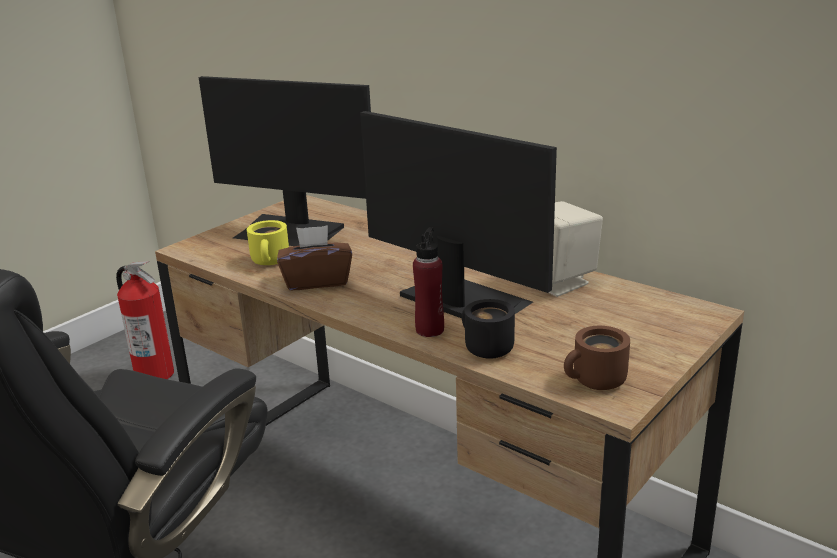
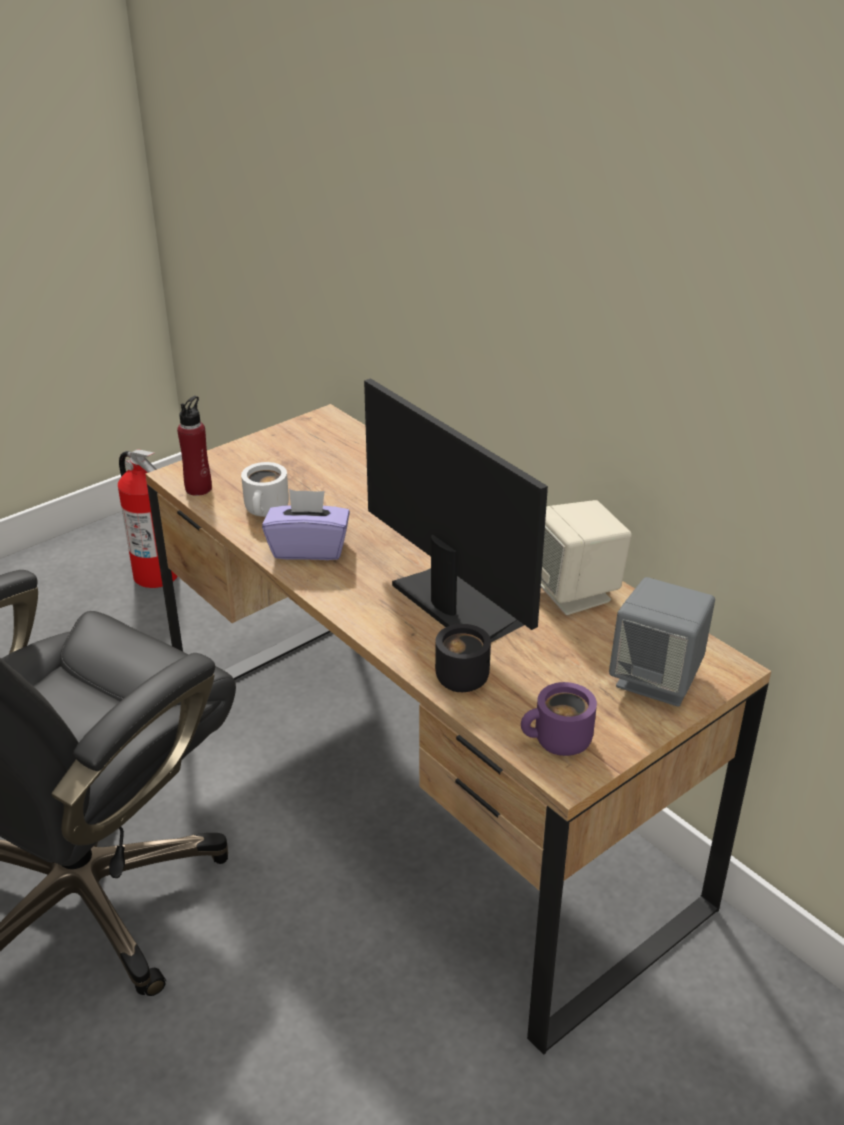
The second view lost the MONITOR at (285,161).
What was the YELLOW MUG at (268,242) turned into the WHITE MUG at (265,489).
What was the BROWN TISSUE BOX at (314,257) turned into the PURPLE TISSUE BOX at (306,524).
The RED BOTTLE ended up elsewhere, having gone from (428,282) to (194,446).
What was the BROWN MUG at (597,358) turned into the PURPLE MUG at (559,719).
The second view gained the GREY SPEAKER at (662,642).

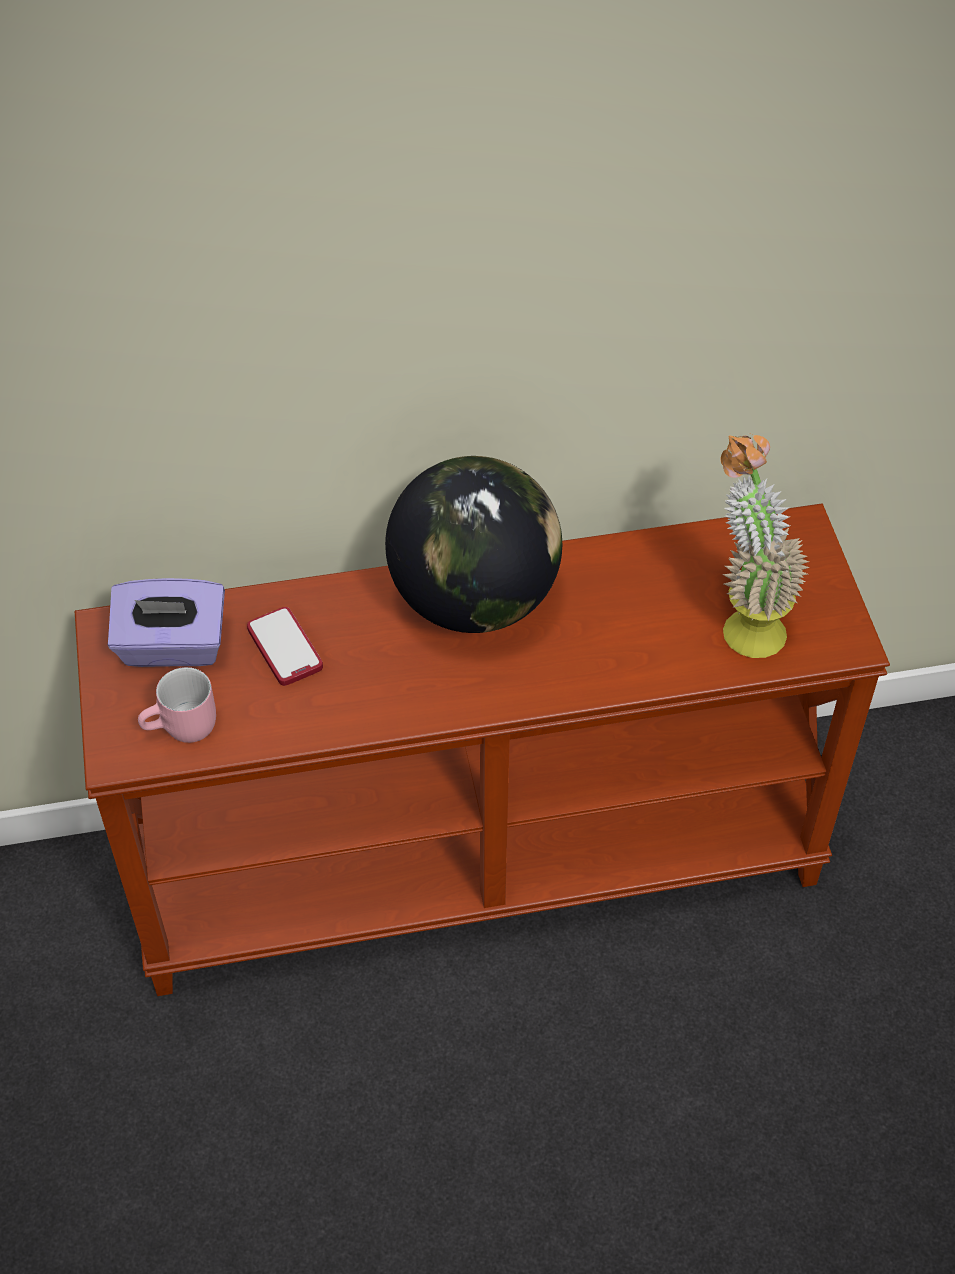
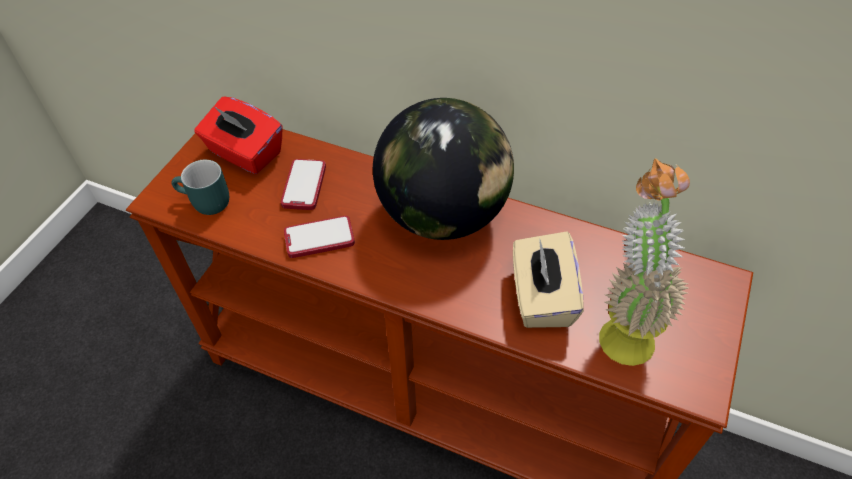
What was the PURPLE TISSUE BOX at (166,622) turned into the RED TISSUE BOX at (239,135).
What was the PINK MUG at (177,705) turned into the TURQUOISE MUG at (200,187).
The second view gained the PHONE at (319,237).
The second view gained the BEIGE TISSUE BOX at (548,279).

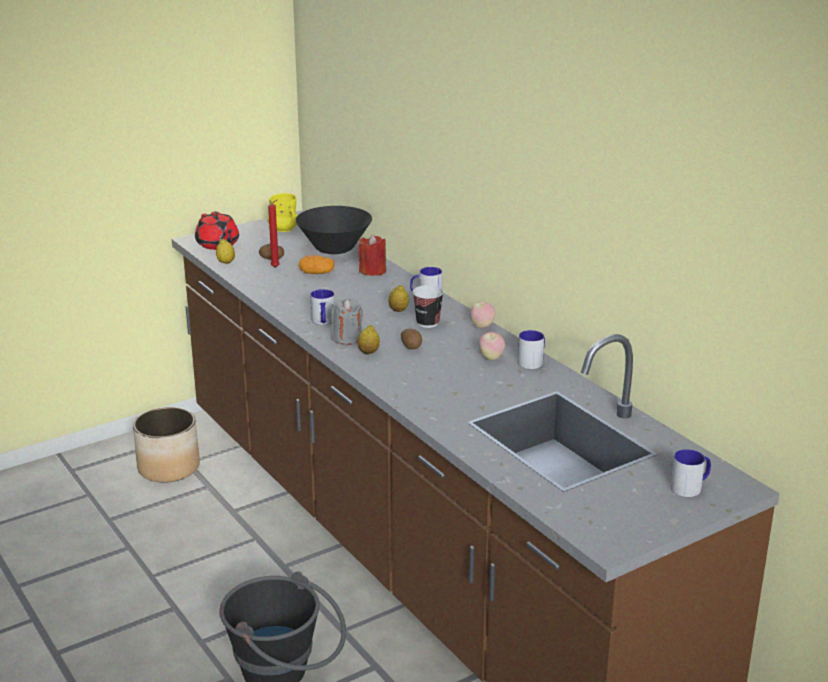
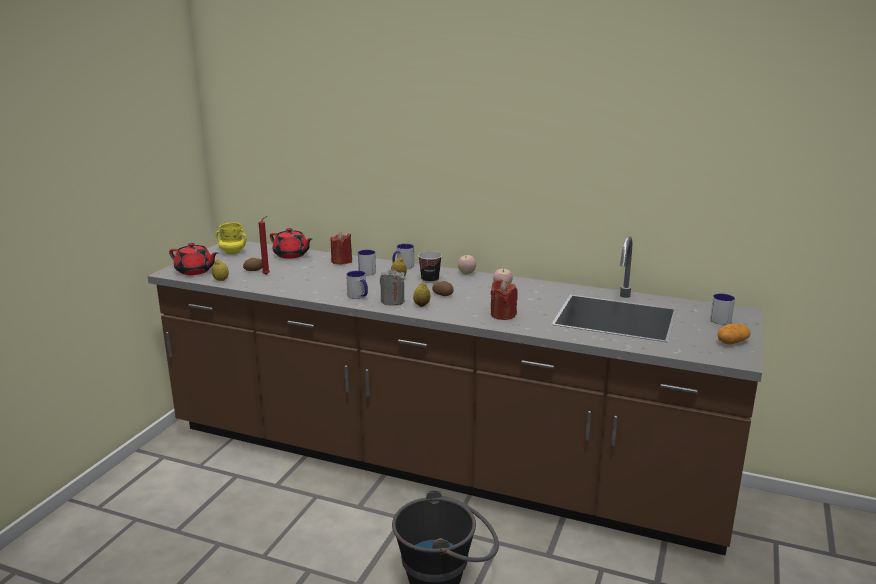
The second view lost the PLANTER at (166,445).
Where the BLACK BOWL stood at (333,230), the RED TEAPOT came to stand at (291,243).
The POTATO ended up elsewhere, having gone from (316,264) to (733,334).
The MUG ended up elsewhere, having gone from (531,349) to (367,263).
The second view gained the RED CANDLE at (504,300).

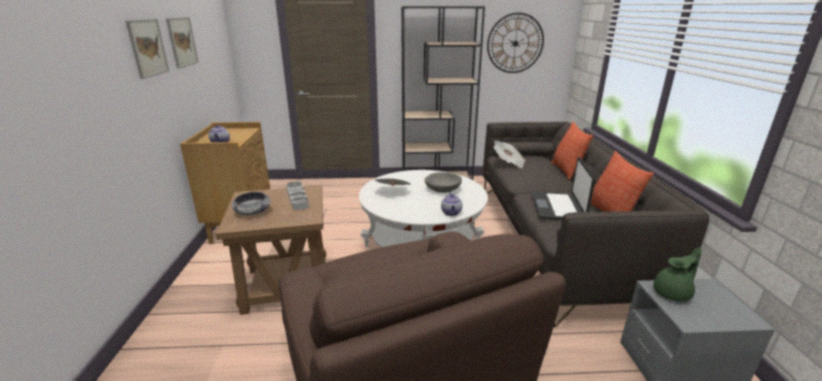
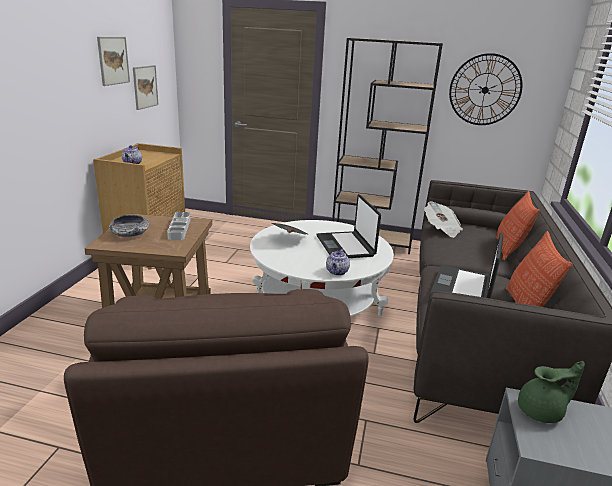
The PICTURE ended up elsewhere, having gone from (147,49) to (146,87).
Where the GREY BOWL stood at (443,182), the LAPTOP came to stand at (348,226).

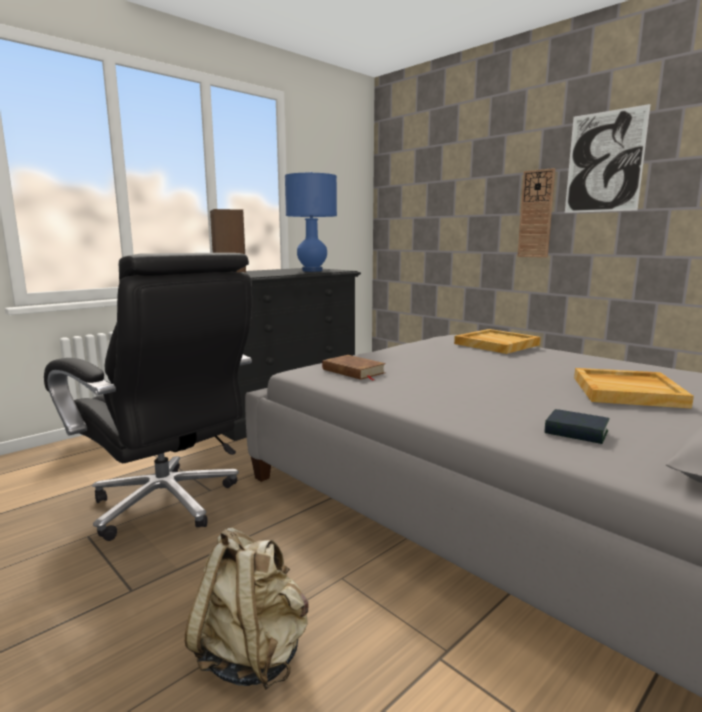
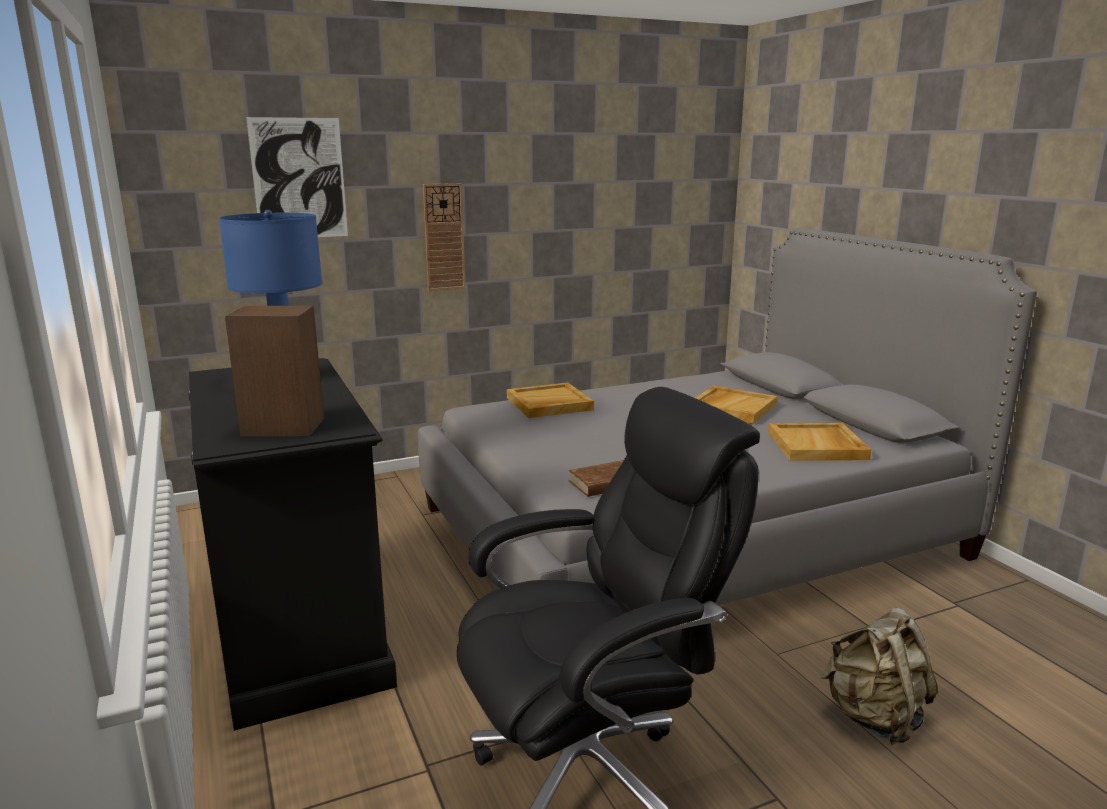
Where the BOOK stood at (577,426), the BEIGE TRAY came to stand at (819,442).
The PICTURE ended up elsewhere, having gone from (608,158) to (297,177).

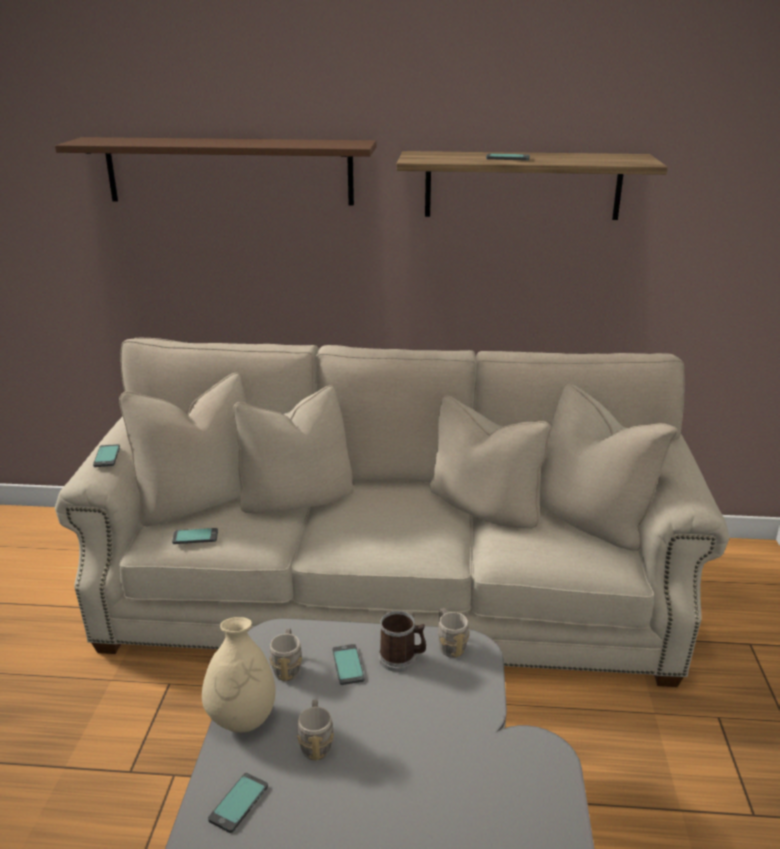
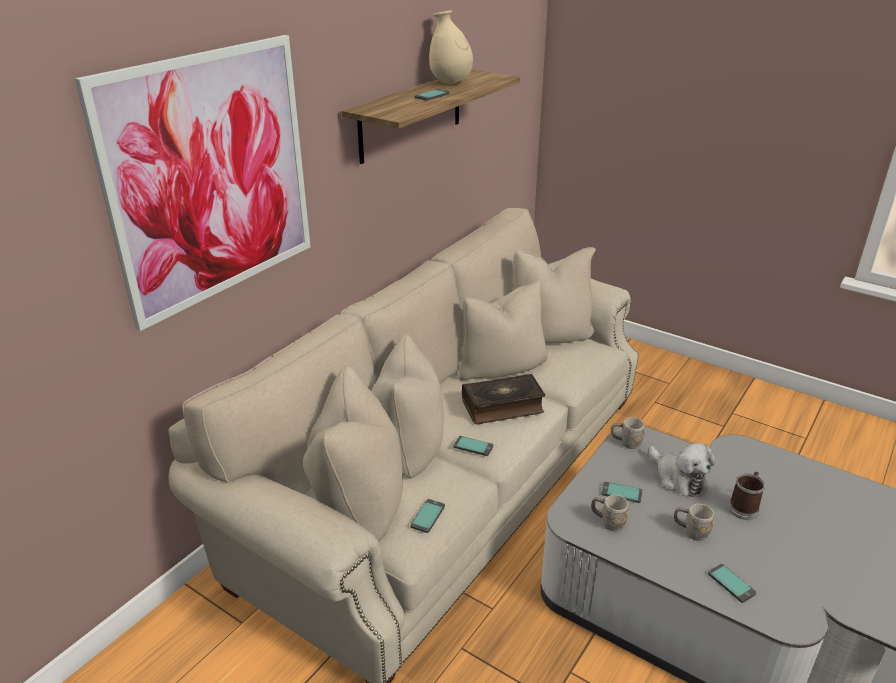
Where the BROWN SHELF hung at (216,171), the PICTURE came to hang at (192,183).
The PHONE ended up elsewhere, having gone from (106,455) to (473,446).
The BEIGE VASE ended up elsewhere, having gone from (239,675) to (451,47).
The MUG ended up elsewhere, having gone from (402,641) to (746,496).
The second view gained the BOOK at (503,399).
The second view gained the PLUSH TOY at (682,470).

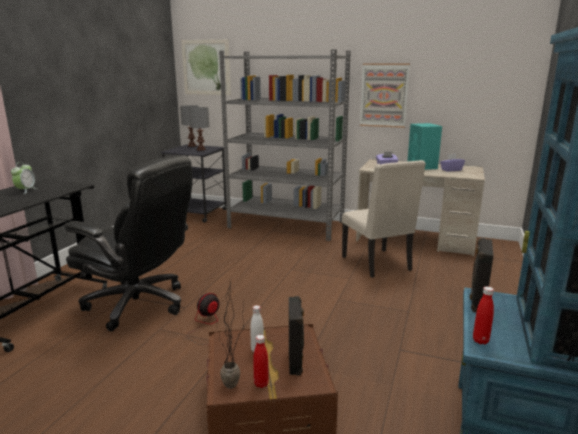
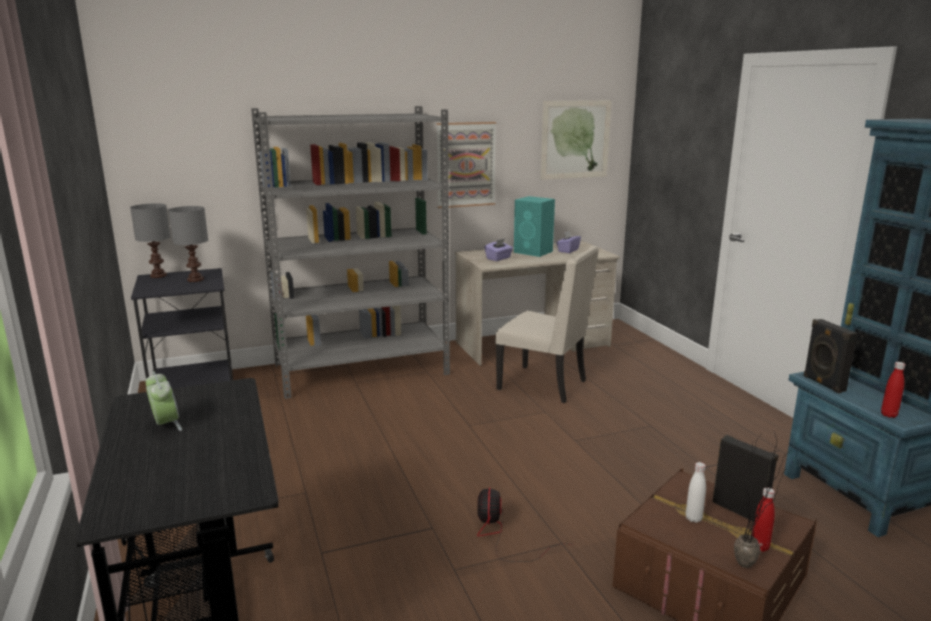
The second view lost the BLACK OFFICE CHAIR at (128,243).
The PICTURE ended up elsewhere, having gone from (206,67) to (576,140).

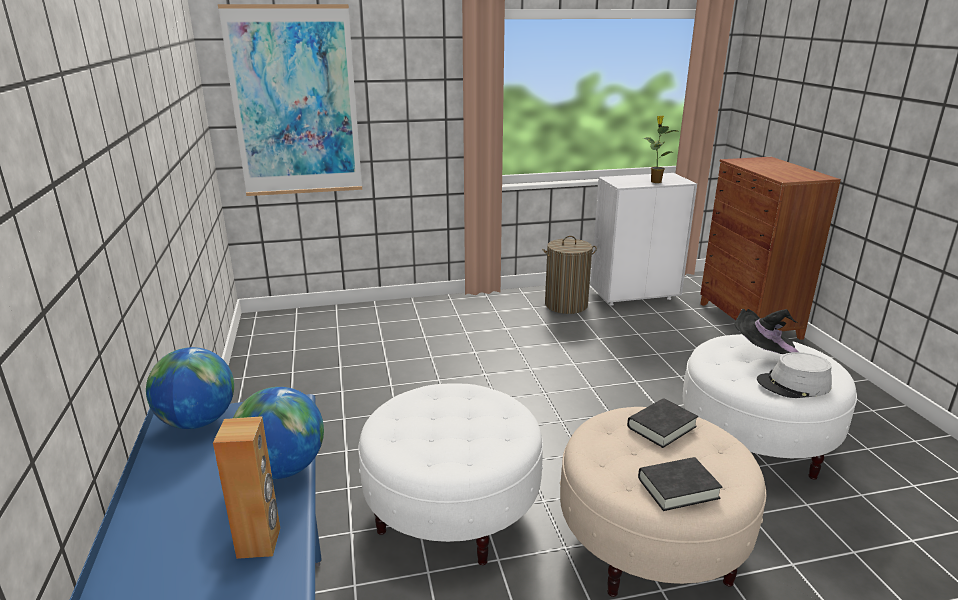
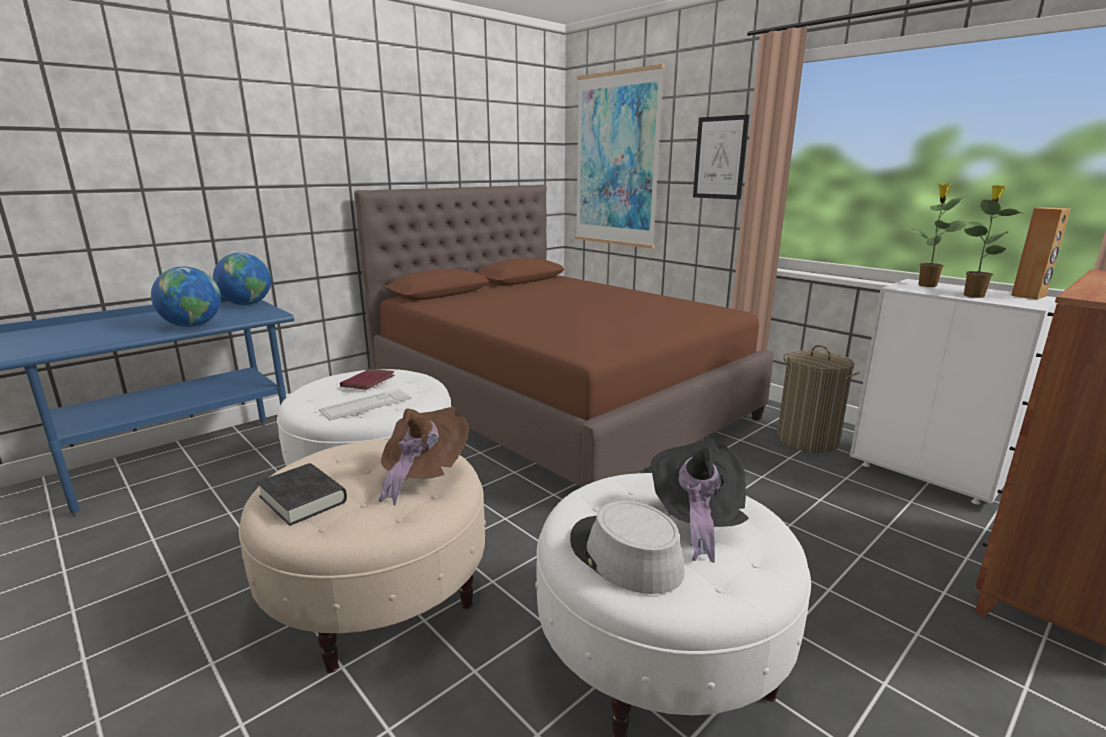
The BROWN SPEAKER ended up elsewhere, having gone from (246,487) to (1041,253).
Where the BLACK BOOK stood at (662,423), the BROWN HAT came to stand at (424,456).
The second view gained the KEYBOARD at (365,404).
The second view gained the RED BOOK at (367,379).
The second view gained the BROWN BED at (564,336).
The second view gained the PICTURE at (721,157).
The second view gained the POTTED PLANT at (936,235).

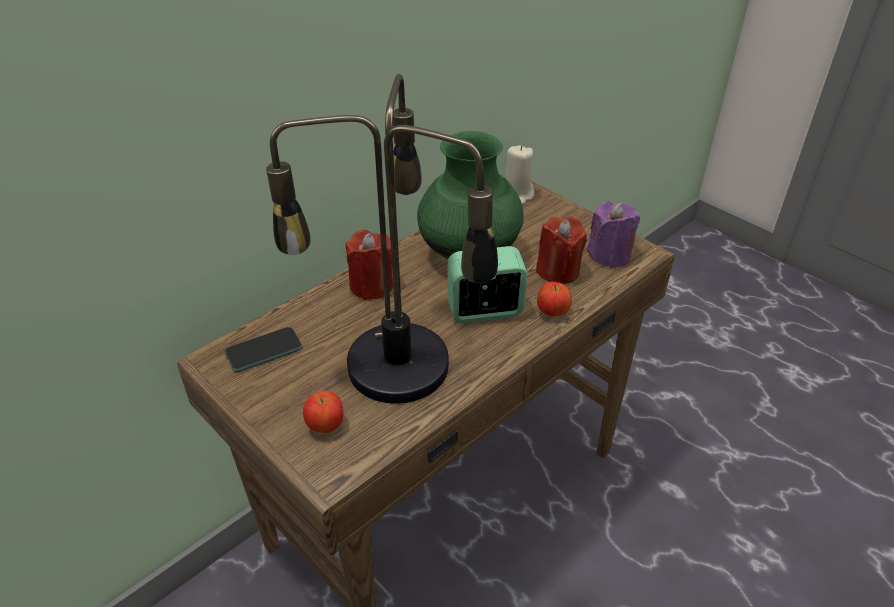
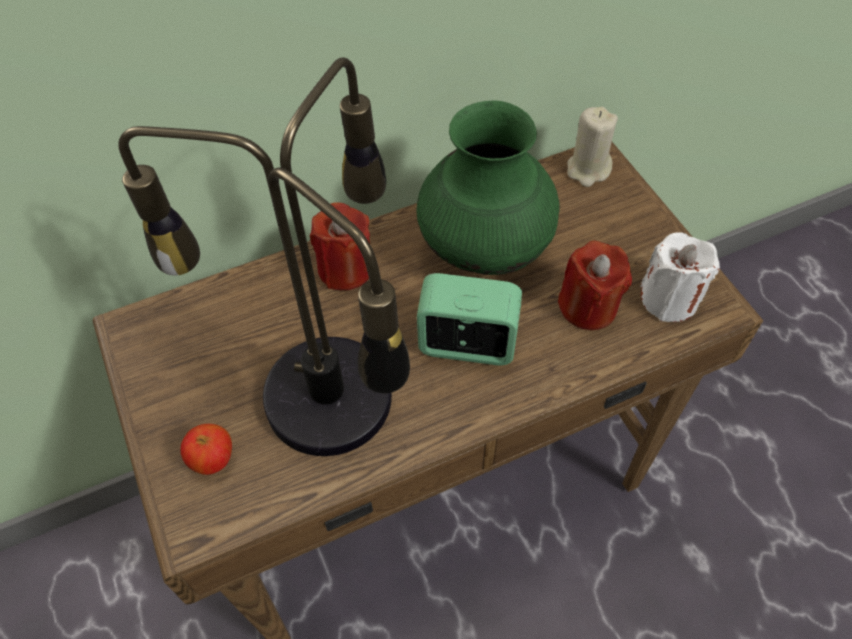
The second view lost the PHONE at (263,349).
The second view lost the APPLE at (554,299).
What was the PURPLE CANDLE at (613,234) turned into the WHITE CANDLE at (680,277).

